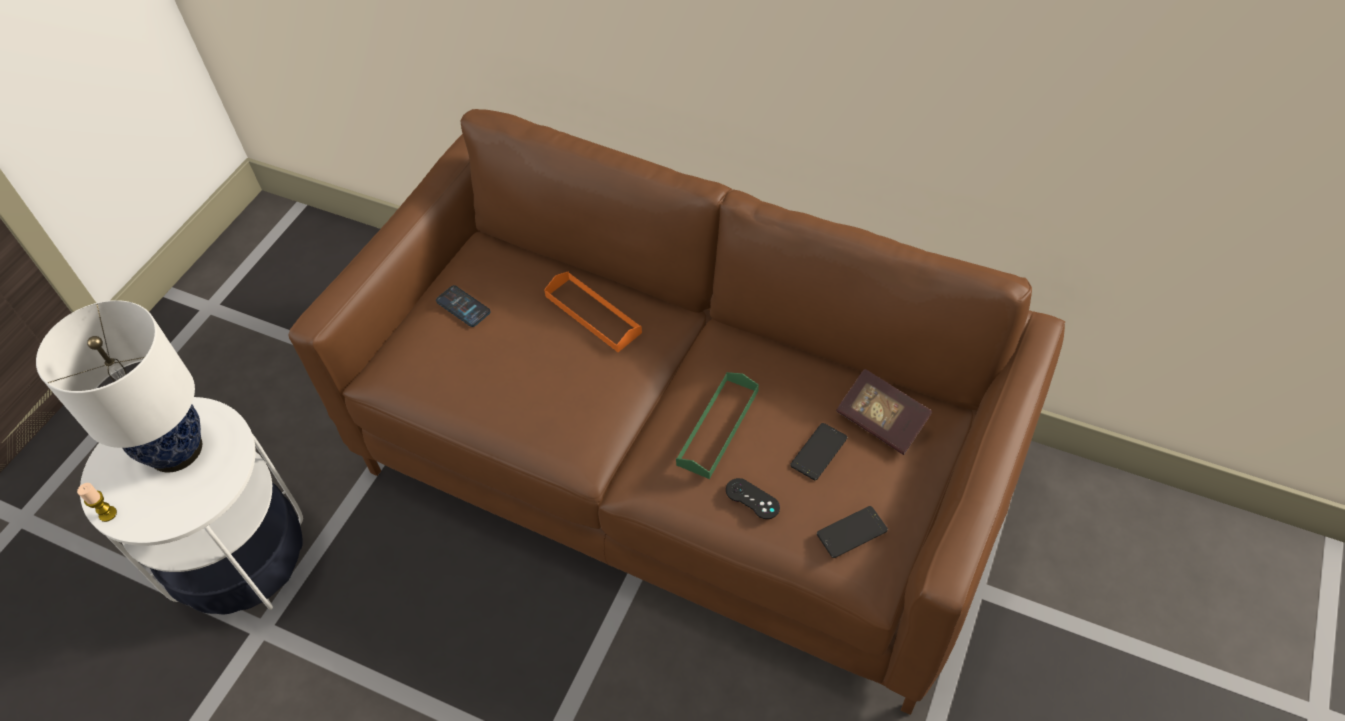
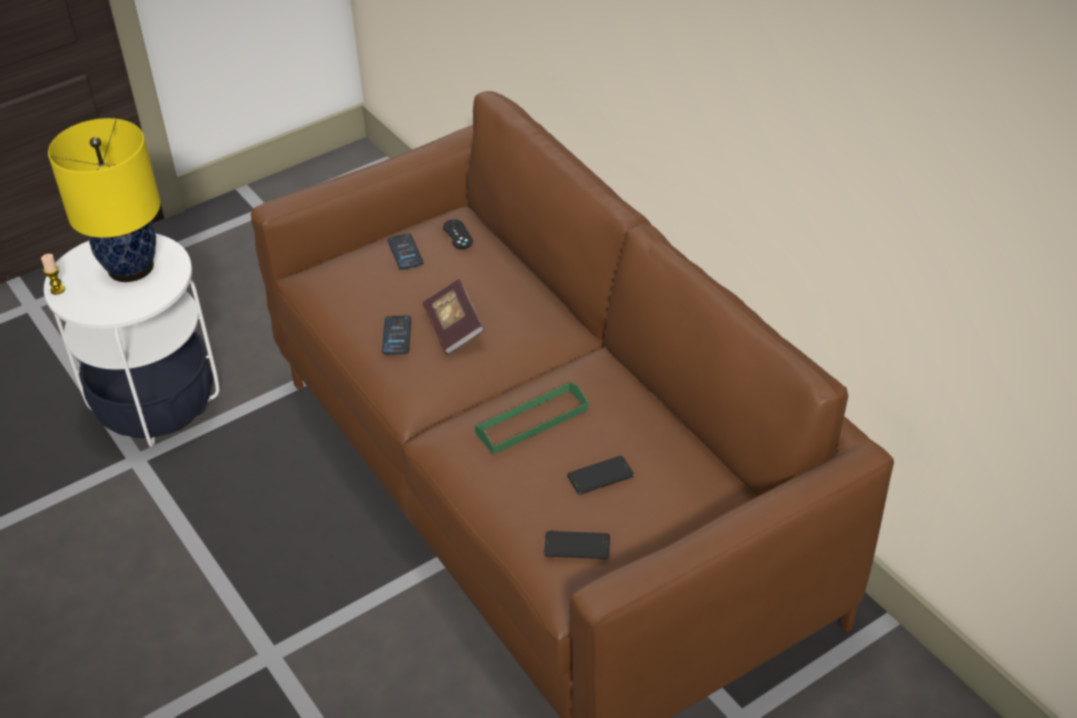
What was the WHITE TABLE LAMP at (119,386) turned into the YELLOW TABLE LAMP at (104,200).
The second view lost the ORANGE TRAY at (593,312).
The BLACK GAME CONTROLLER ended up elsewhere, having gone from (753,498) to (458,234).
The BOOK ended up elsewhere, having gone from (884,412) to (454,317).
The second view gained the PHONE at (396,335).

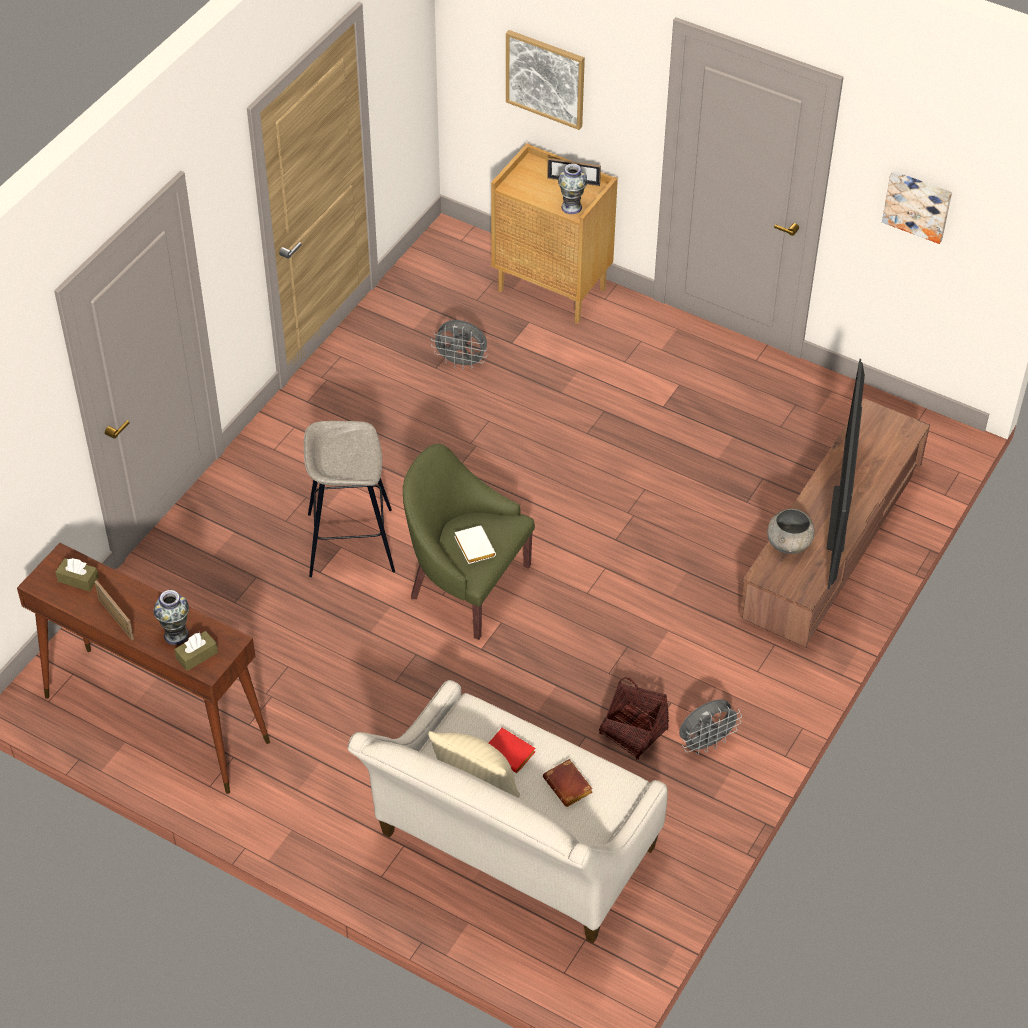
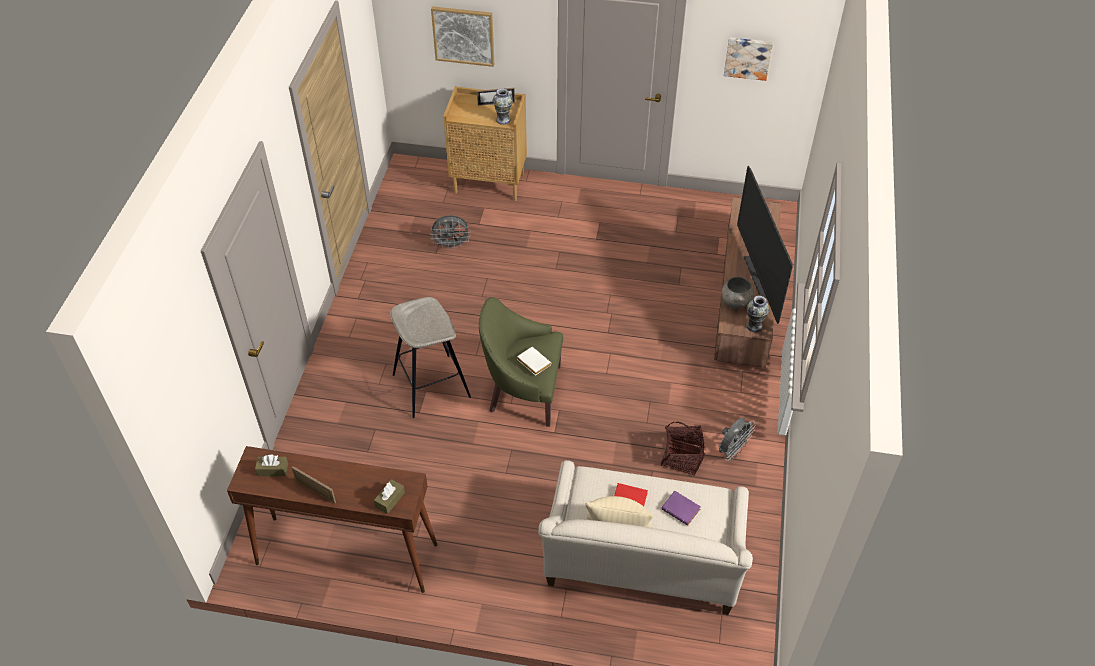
The VASE ended up elsewhere, having gone from (171,617) to (758,314).
What was the BROWN BOOK at (568,783) turned into the PURPLE BOOK at (681,508).

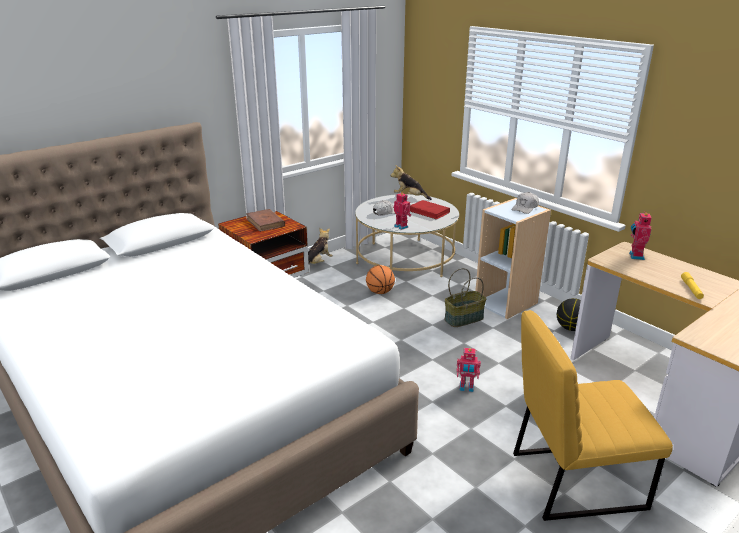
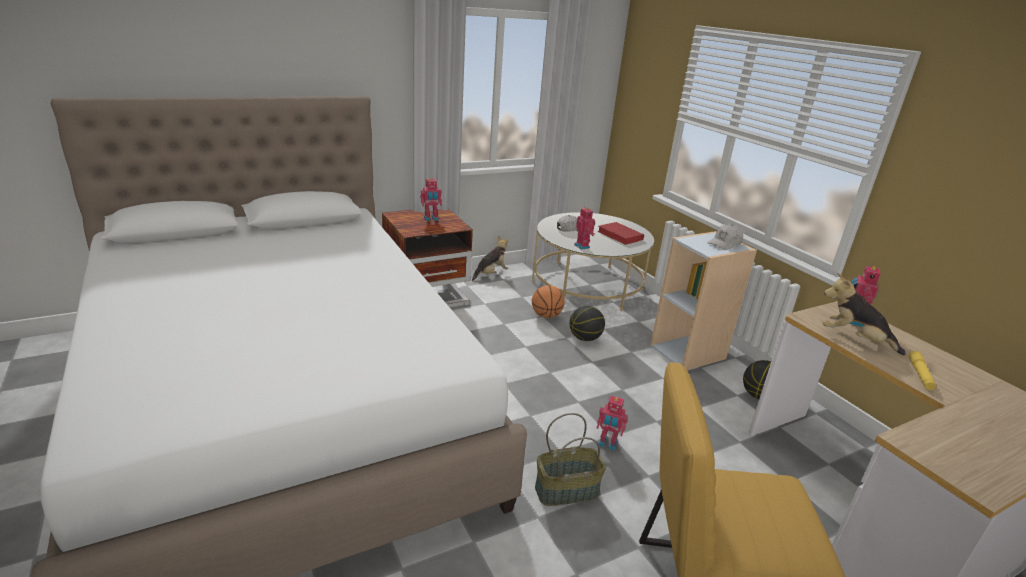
Where the BROWN BOOK stood at (265,220), the TOY ROBOT came to stand at (431,199).
The PLUSH TOY ended up elsewhere, having gone from (411,182) to (864,314).
The BASKET ended up elsewhere, having gone from (465,297) to (570,459).
The second view gained the BASKETBALL at (587,323).

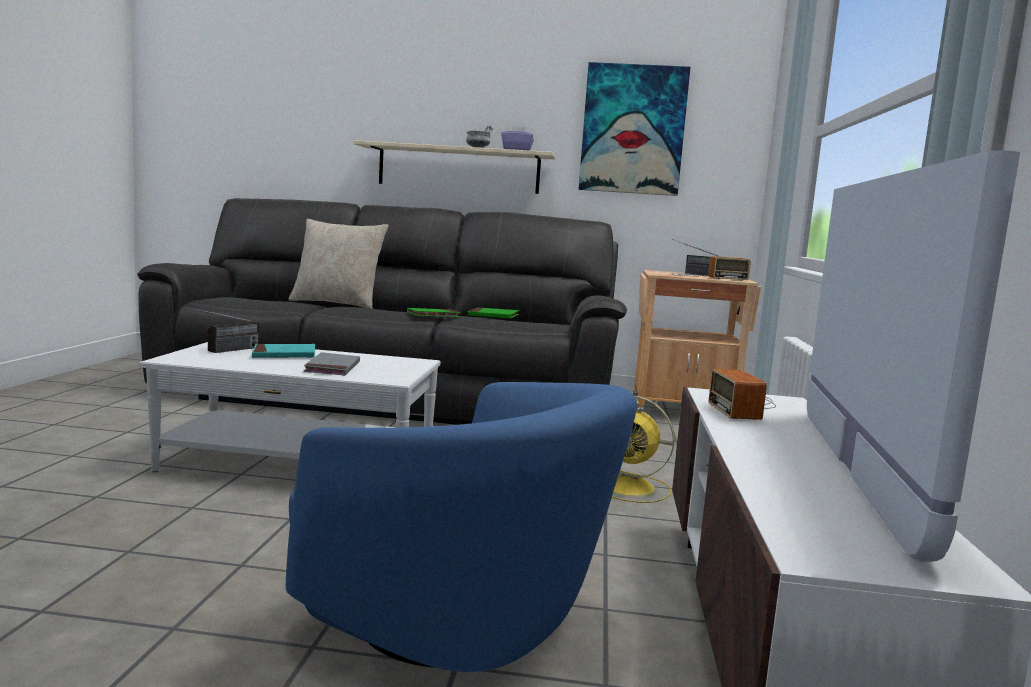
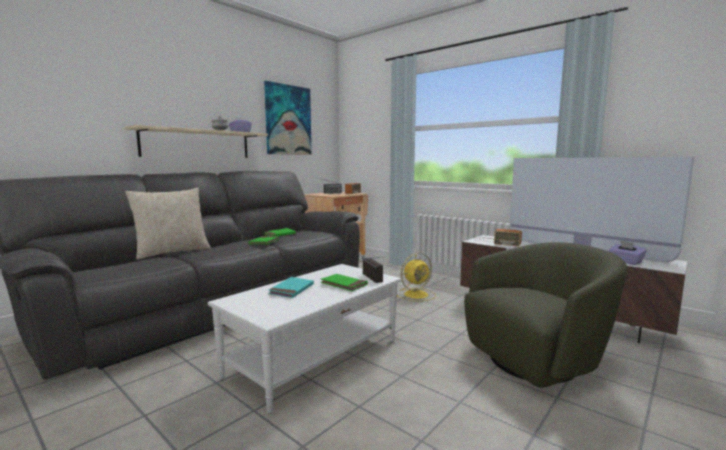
The RADIO ended up elsewhere, having gone from (220,329) to (374,270).
What was the BLUE ARMCHAIR at (461,527) turned into the GREEN ARMCHAIR at (545,315).
What was the GREY BOOK at (331,364) turned into the GREEN BOOK at (344,282).
The second view gained the PURPLE TISSUE BOX at (628,252).

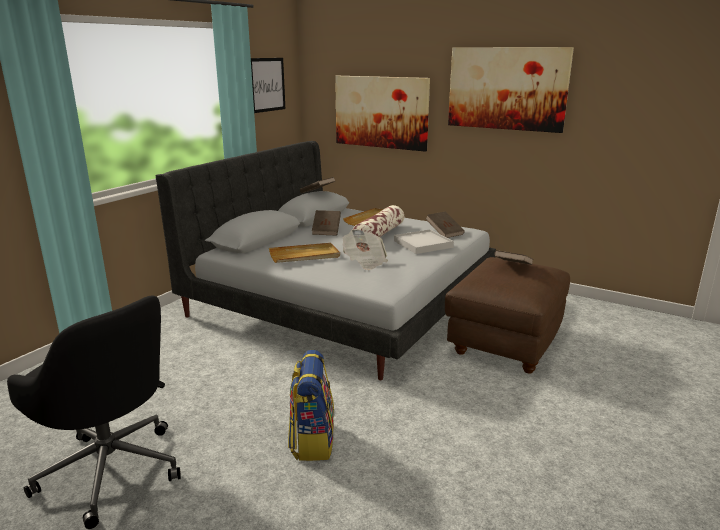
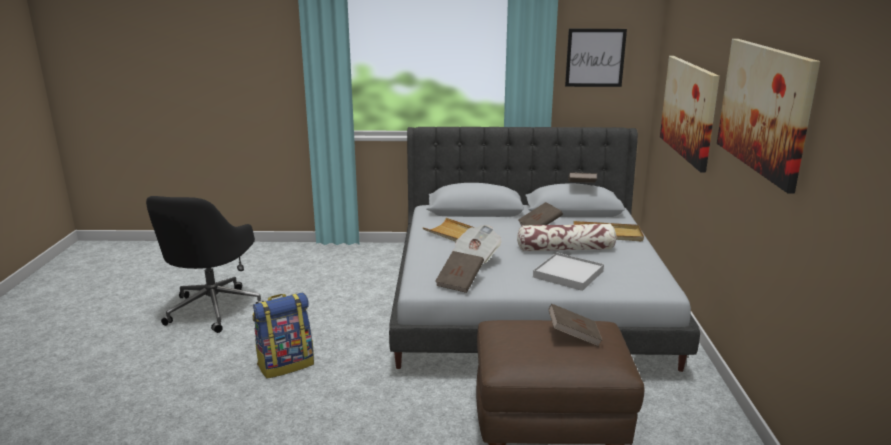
The BROWN BOOK ended up elsewhere, having gone from (445,224) to (459,272).

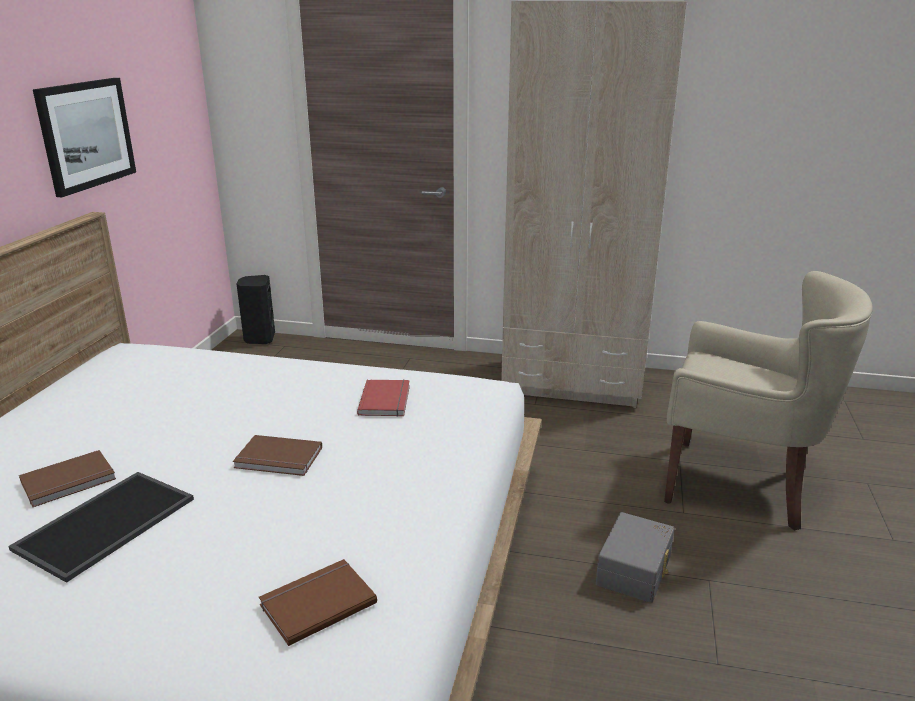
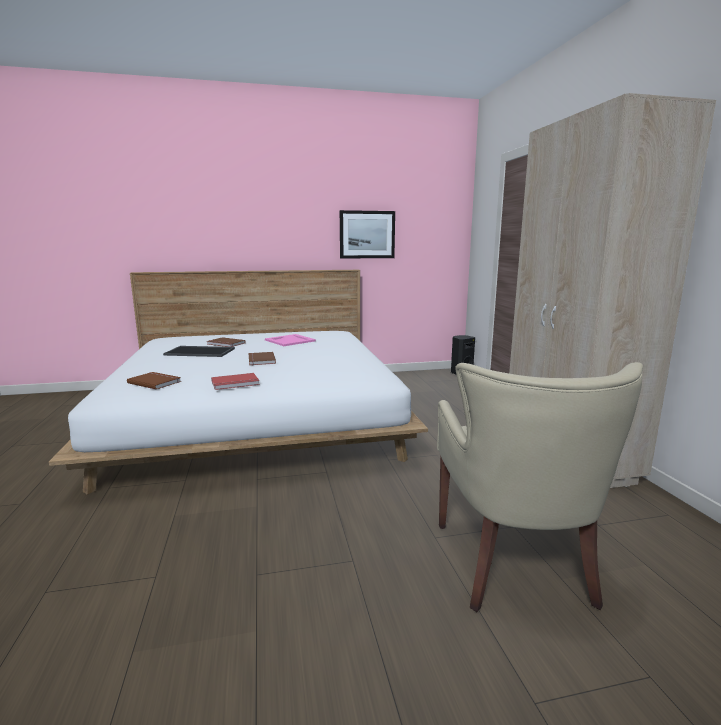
The RED BOOK ended up elsewhere, having gone from (383,398) to (235,381).
The second view lost the GREY STORAGE BOX at (635,557).
The second view gained the PINK TRAY at (290,340).

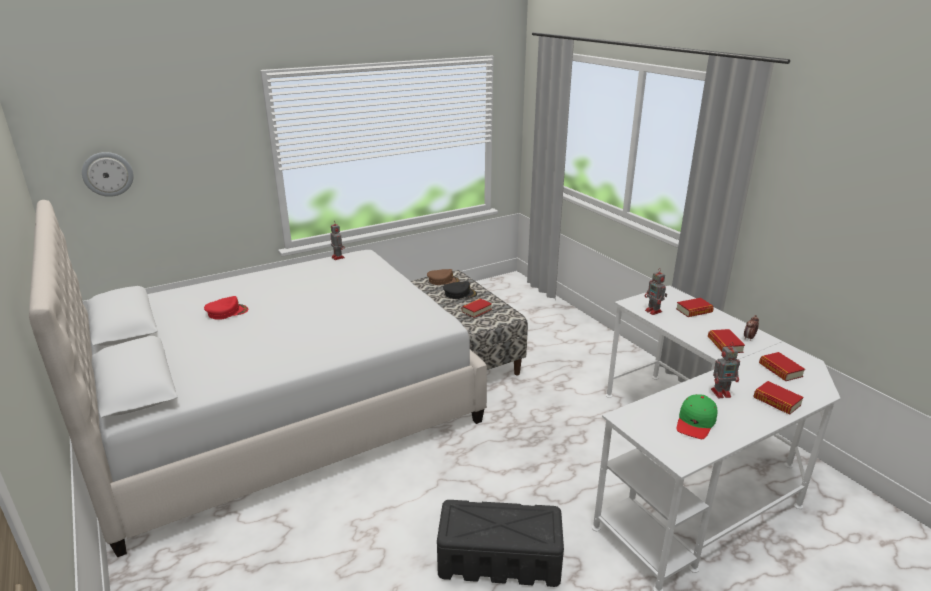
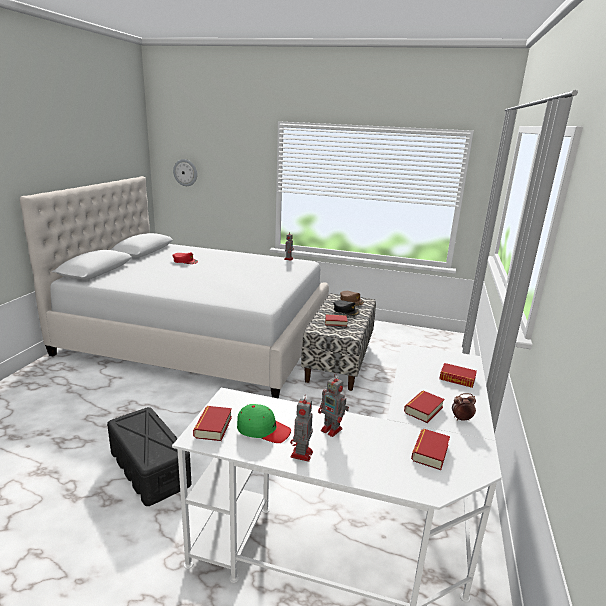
The TOY ROBOT ended up elsewhere, having gone from (656,291) to (301,428).
The GREEN CAP at (697,416) ended up facing another way, 150 degrees counterclockwise from before.
The BOOK ended up elsewhere, having gone from (778,398) to (212,423).

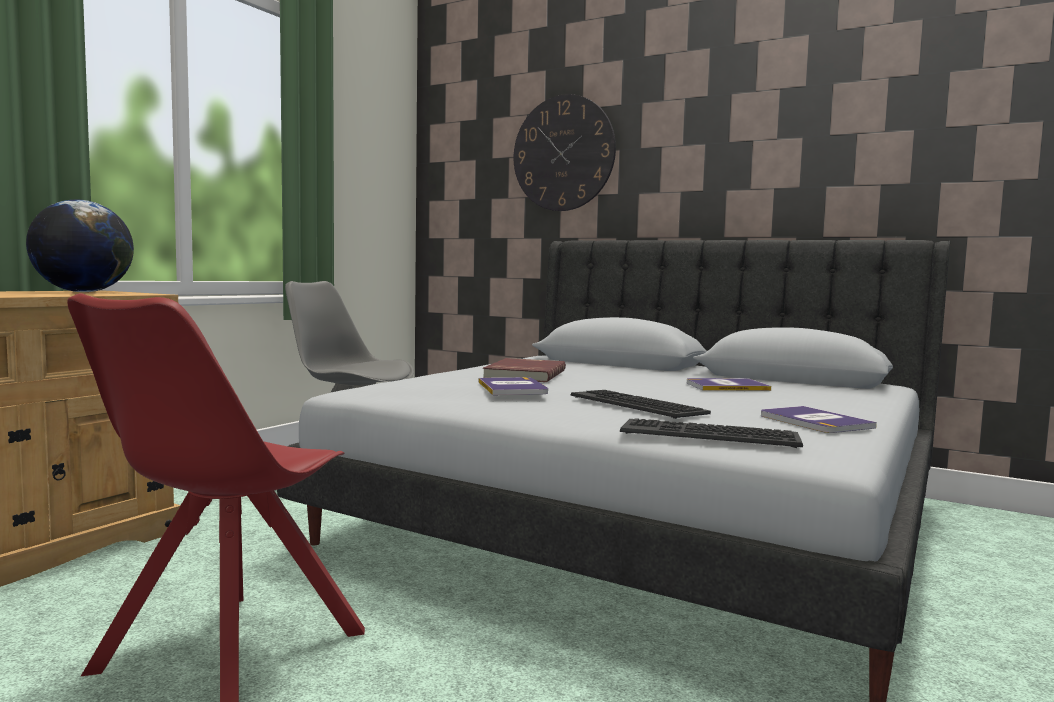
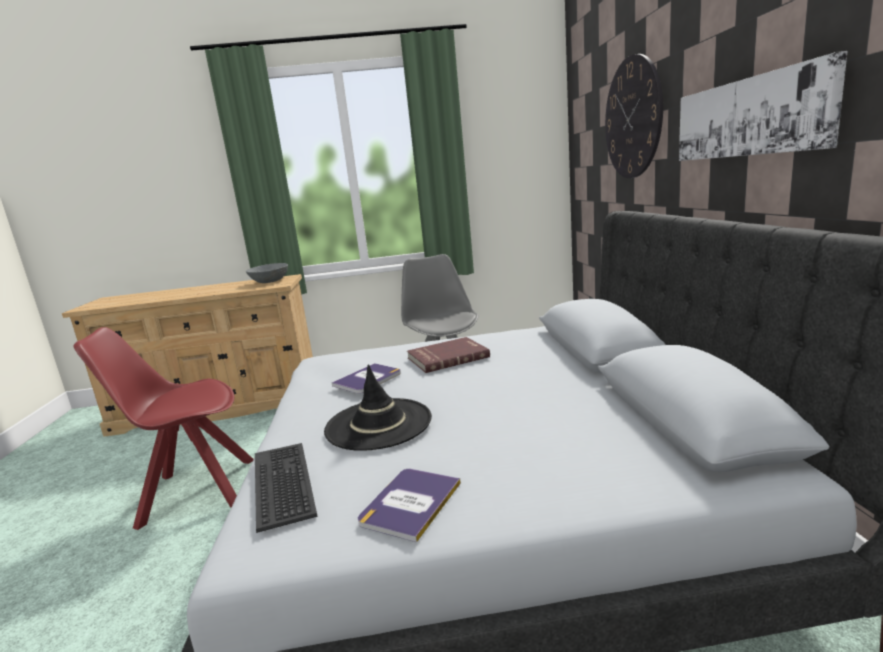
Where the GLOBE stood at (80,246), the GREY BOWL came to stand at (267,273).
Where the KEYBOARD stood at (641,404), the BLACK HAT came to stand at (378,407).
The second view lost the BOOK at (729,384).
The second view gained the PICTURE at (763,106).

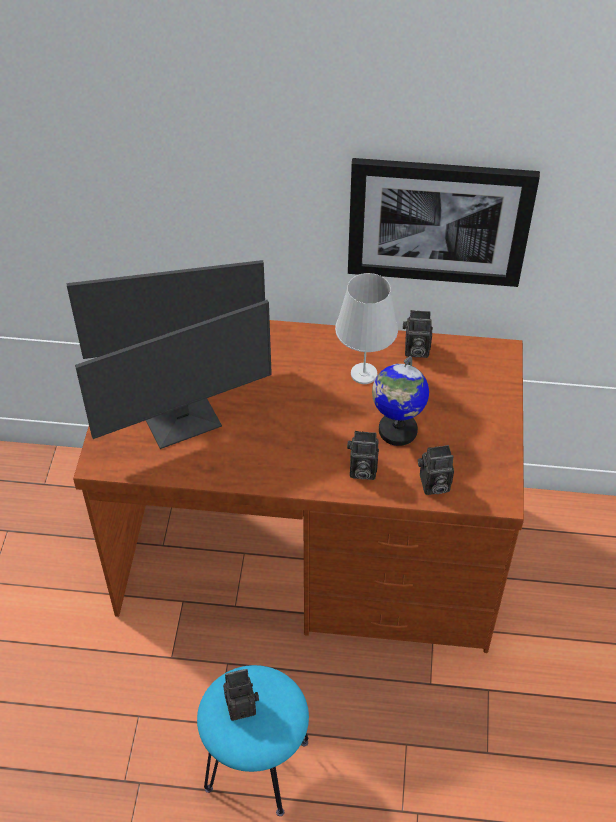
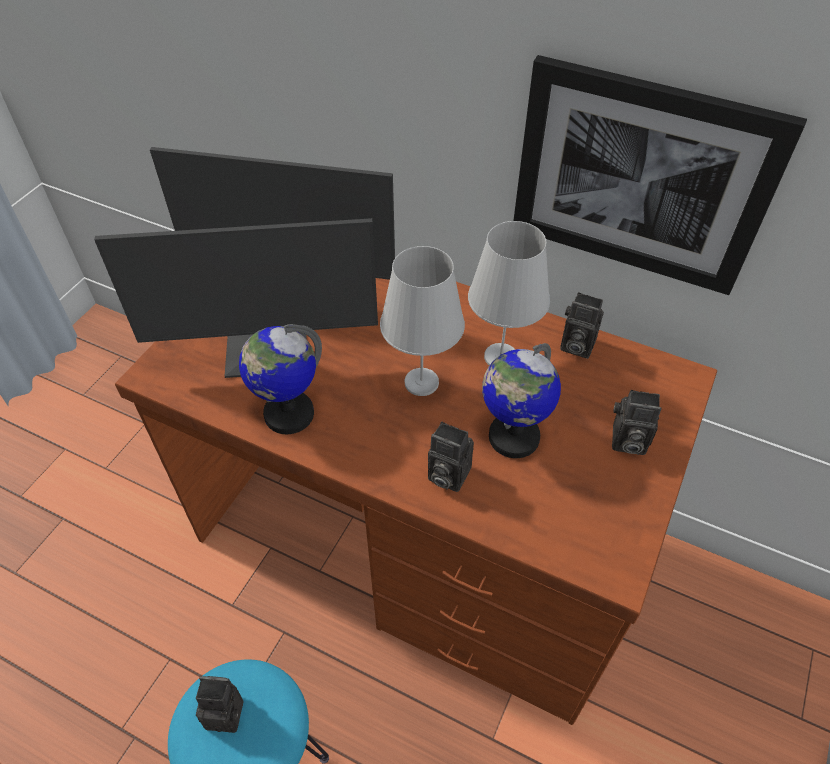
The PHOTO CAMERA ended up elsewhere, having gone from (436,470) to (636,422).
The second view gained the GLOBE at (280,379).
The second view gained the WHITE TABLE LAMP at (422,321).

